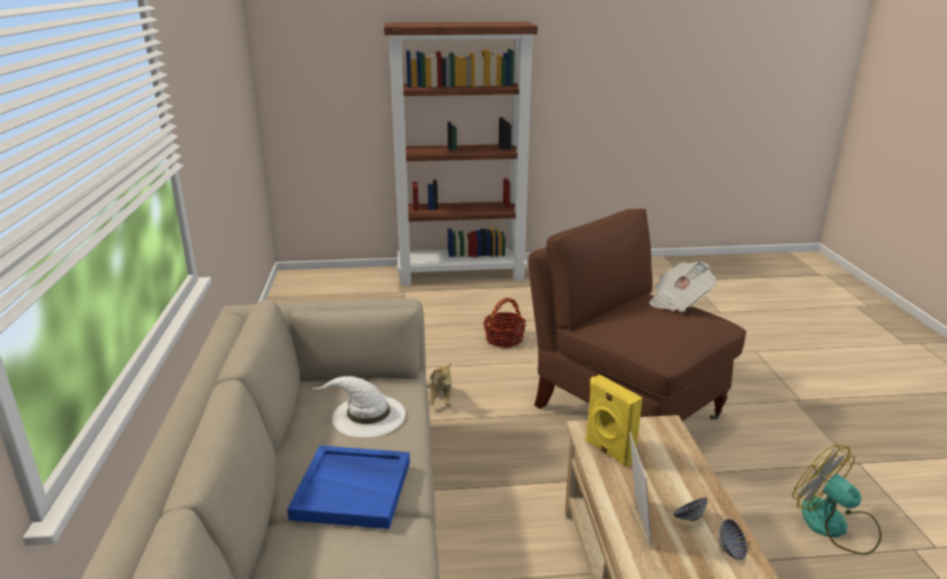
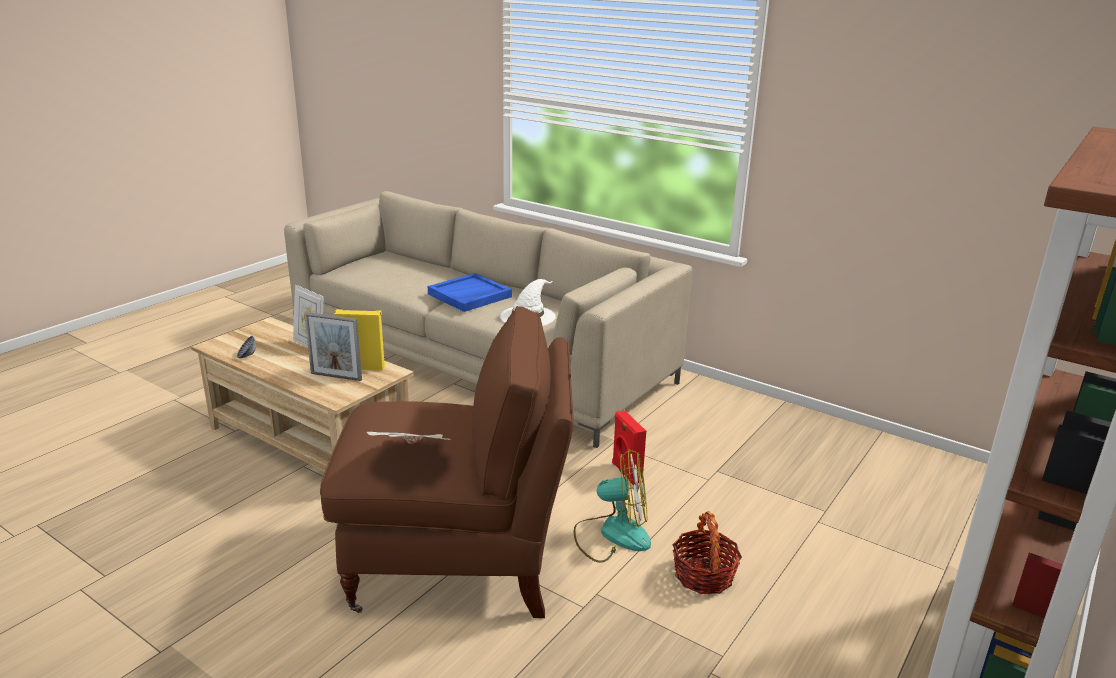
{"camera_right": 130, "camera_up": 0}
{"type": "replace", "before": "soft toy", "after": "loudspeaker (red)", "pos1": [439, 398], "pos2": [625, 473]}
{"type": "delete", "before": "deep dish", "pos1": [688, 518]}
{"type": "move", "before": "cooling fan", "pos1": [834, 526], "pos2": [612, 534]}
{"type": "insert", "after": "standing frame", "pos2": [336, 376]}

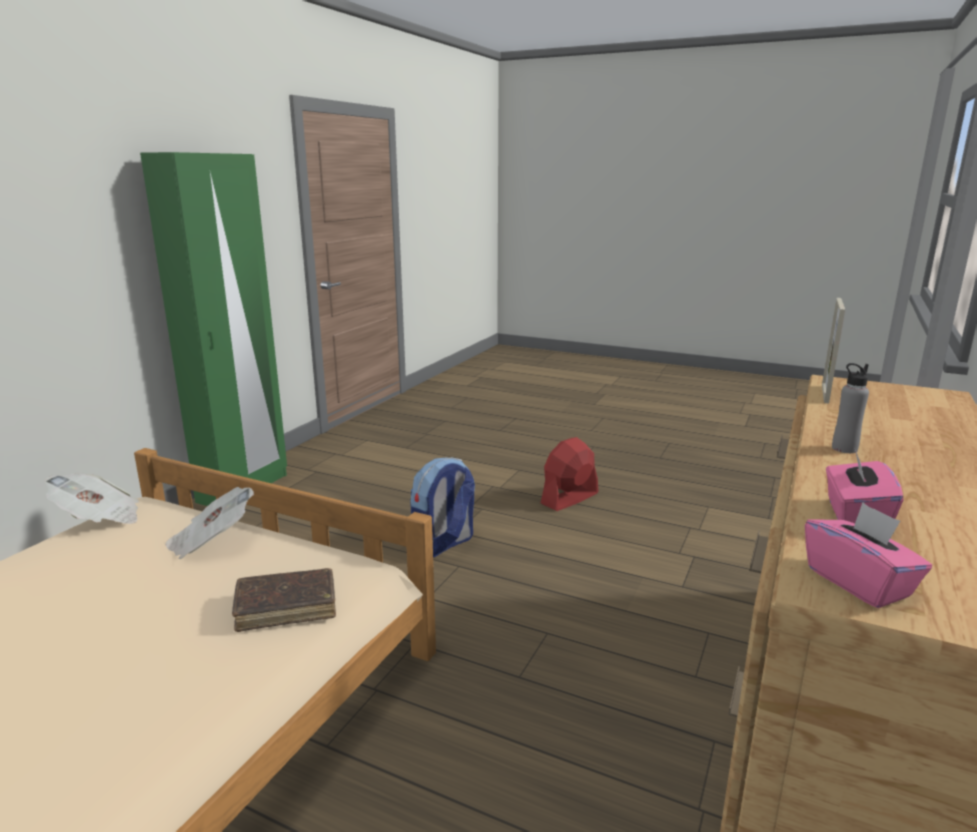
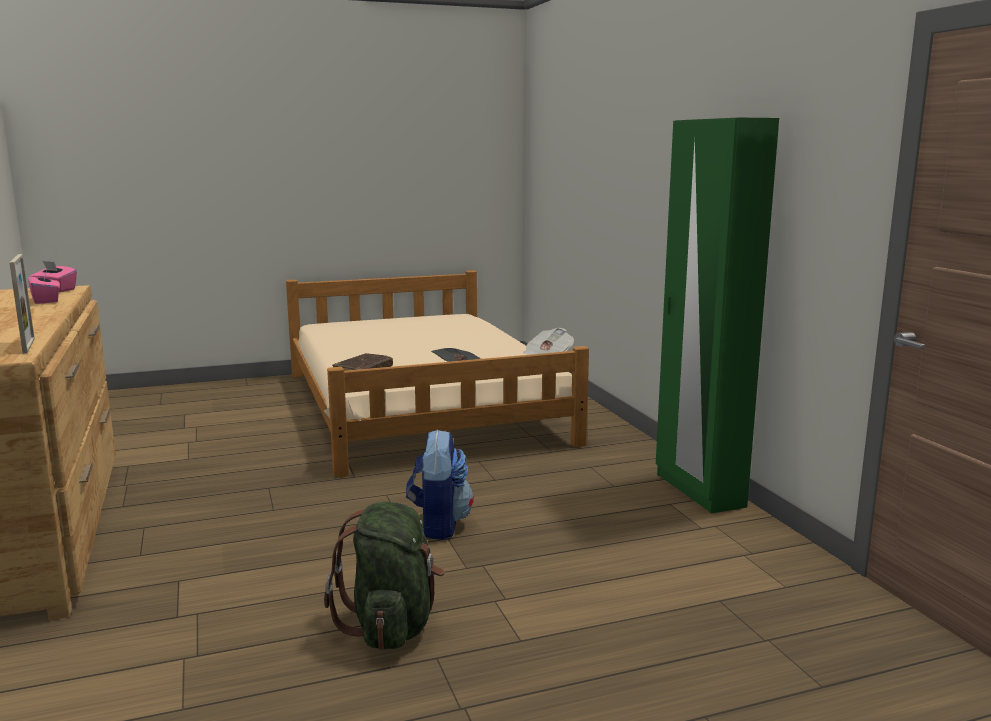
{"camera_right": 135, "camera_up": -5}
{"type": "replace", "before": "cooling fan (red)", "after": "knapsack (green-coloured)", "pos1": [569, 498], "pos2": [391, 626]}
{"type": "delete", "before": "bottle (greyish)", "pos1": [844, 448]}

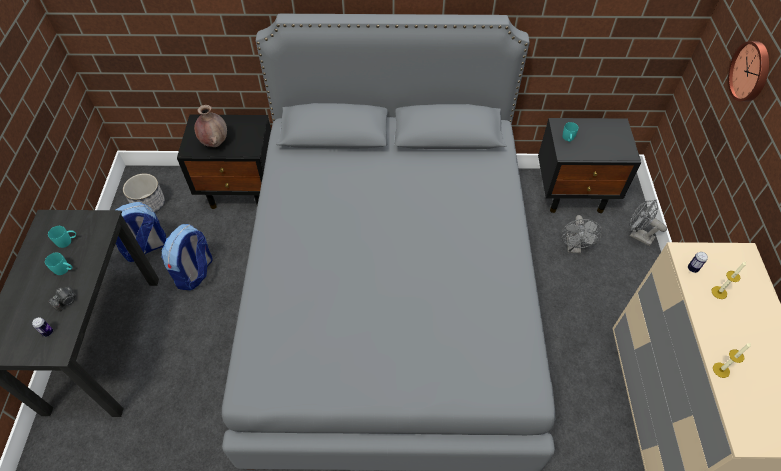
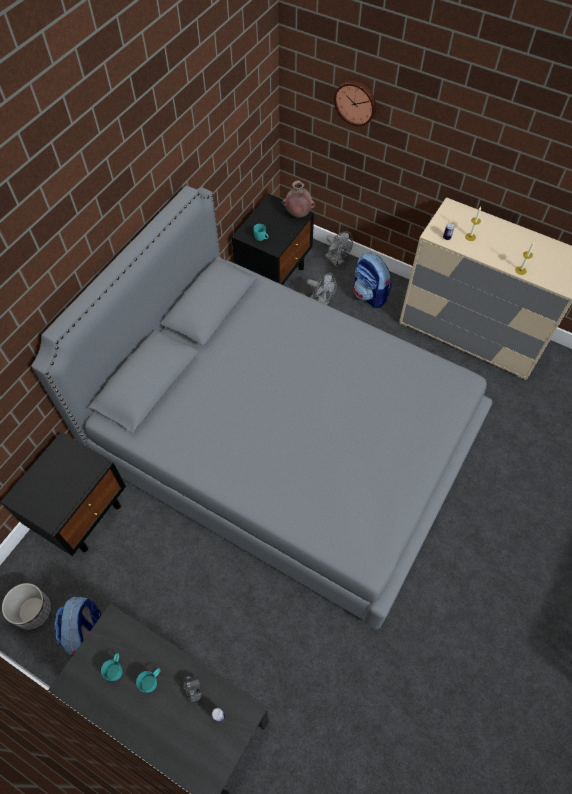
{"camera_right": -60, "camera_up": 5}
{"type": "move", "before": "knapsack", "pos1": [195, 273], "pos2": [370, 295]}
{"type": "move", "before": "vase (brownish)", "pos1": [215, 142], "pos2": [298, 214]}
{"type": "rotate", "before": "cooling fan (greyish)", "pos1": [637, 235], "pos2": [336, 261], "turn": -105}

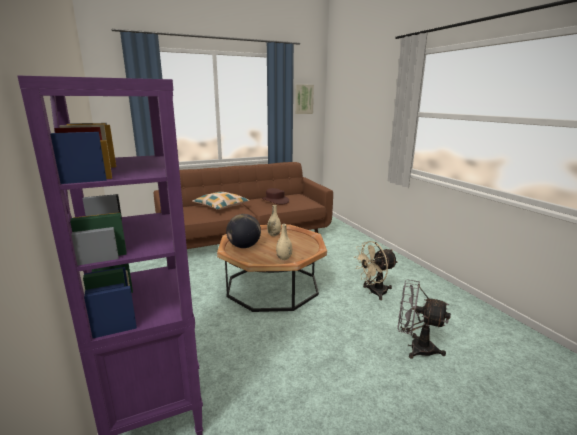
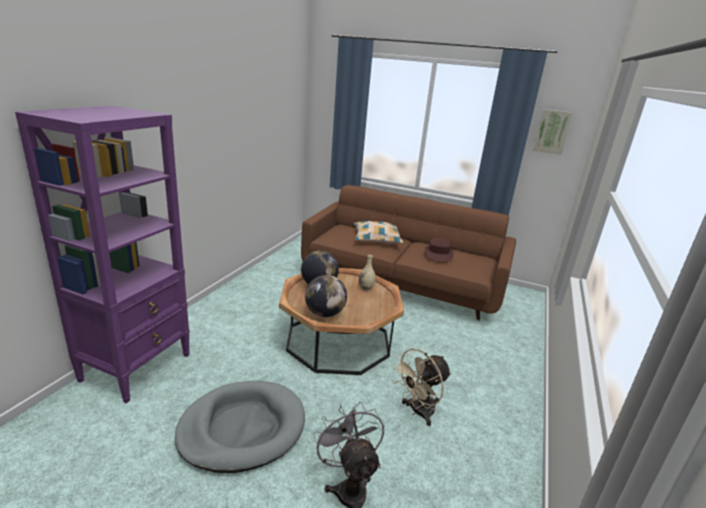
{"camera_right": 45, "camera_up": 5}
{"type": "replace", "before": "vase (sand-coloured)", "after": "desk globe", "pos1": [284, 258], "pos2": [324, 314]}
{"type": "rotate", "before": "cooling fan (sand-coloured)", "pos1": [374, 292], "pos2": [417, 412], "turn": -60}
{"type": "insert", "after": "pet bed (greyish)", "pos2": [242, 428]}

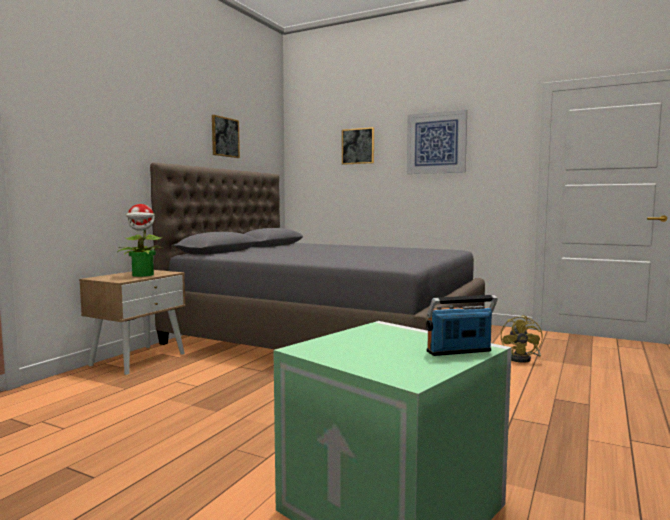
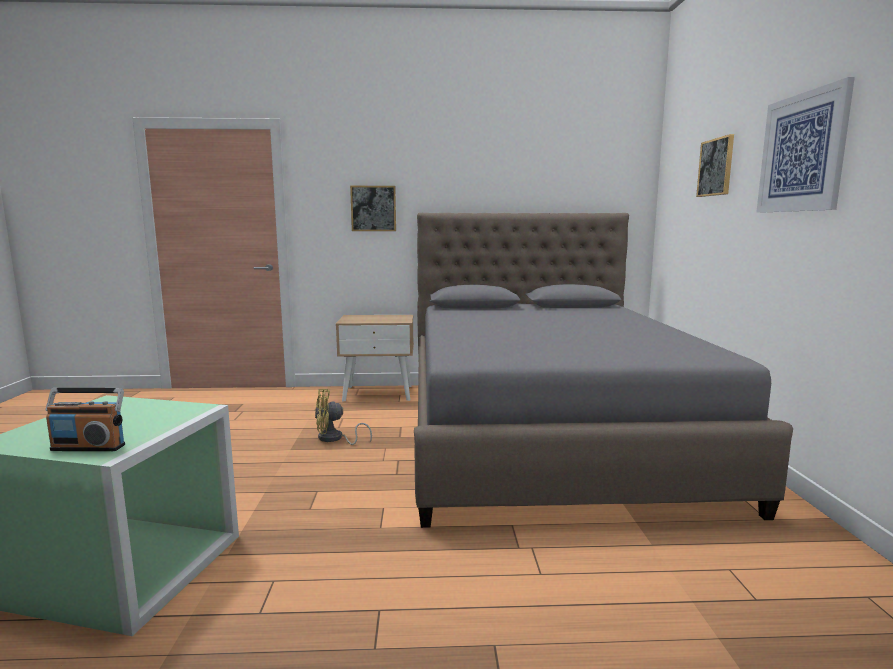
{"camera_right": 60, "camera_up": 5}
{"type": "delete", "before": "houseplant", "pos1": [143, 275]}
{"type": "move", "before": "wall art", "pos1": [225, 137], "pos2": [373, 208]}
{"type": "rotate", "before": "radio", "pos1": [459, 352], "pos2": [89, 447], "turn": 135}
{"type": "move", "before": "cooling fan (yellowish)", "pos1": [523, 359], "pos2": [334, 439]}

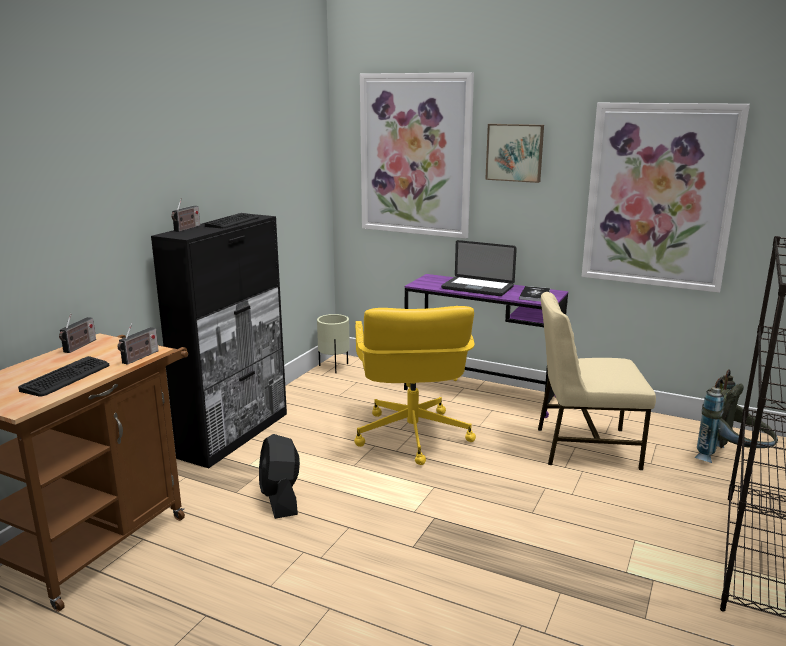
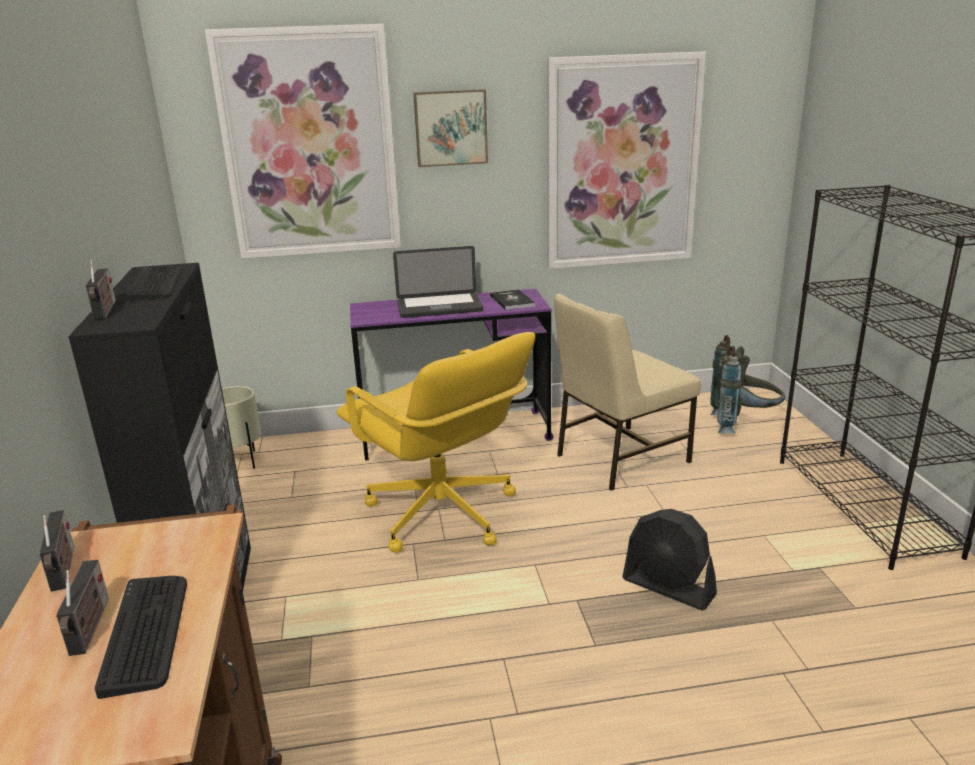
{"camera_right": -35, "camera_up": 5}
{"type": "move", "before": "radio", "pos1": [139, 358], "pos2": [90, 628]}
{"type": "move", "before": "cooling fan (black-coloured)", "pos1": [280, 499], "pos2": [668, 587]}

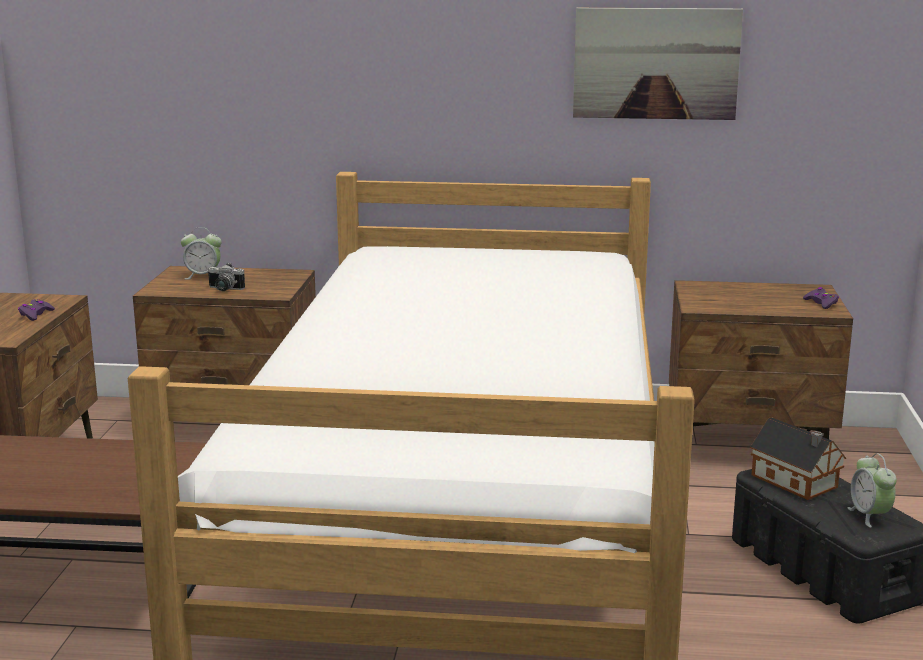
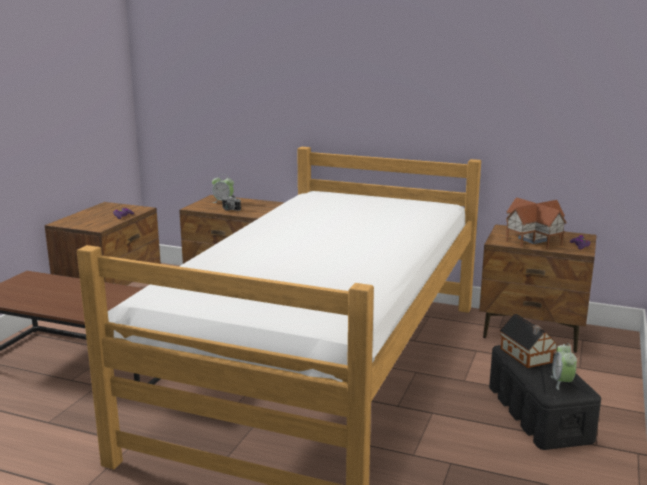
{"camera_right": 15, "camera_up": 0}
{"type": "delete", "before": "wall art", "pos1": [656, 63]}
{"type": "insert", "after": "toy house", "pos2": [532, 239]}

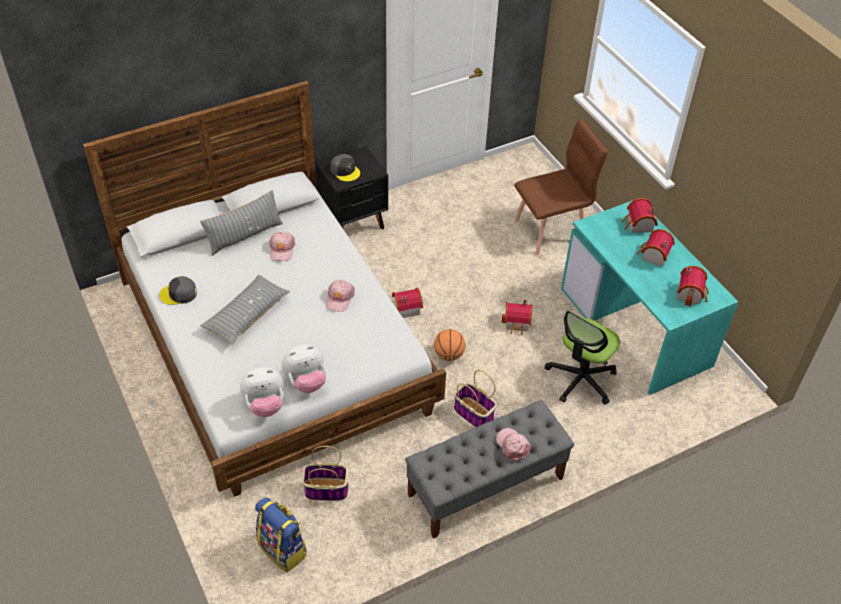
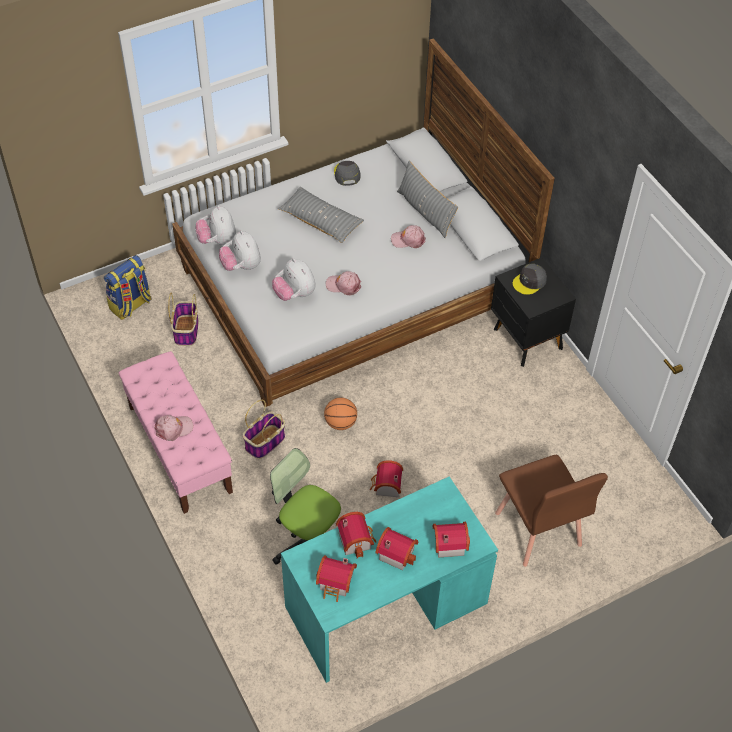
{"camera_right": 90, "camera_up": 5}
{"type": "move", "before": "toy house", "pos1": [406, 307], "pos2": [356, 539]}
{"type": "recolor", "before": "long seat (greyish)", "after": "long seat (pinkish)", "pos1": [485, 487], "pos2": [179, 448]}
{"type": "insert", "after": "soft toy", "pos2": [294, 294]}

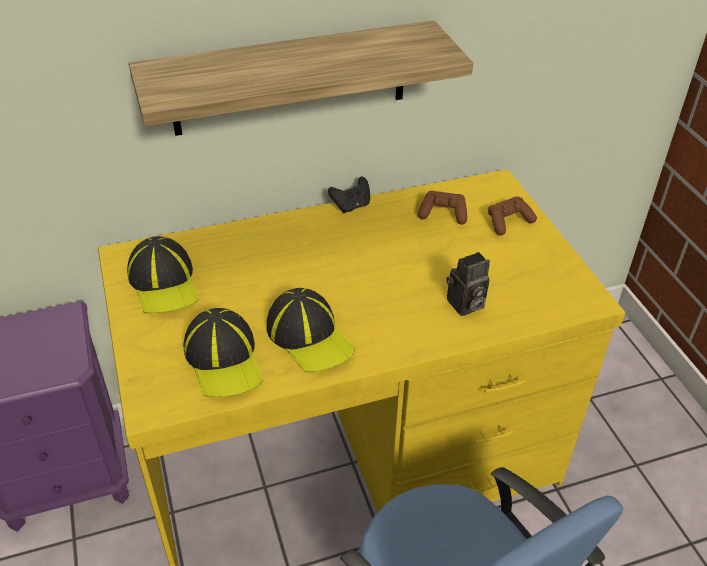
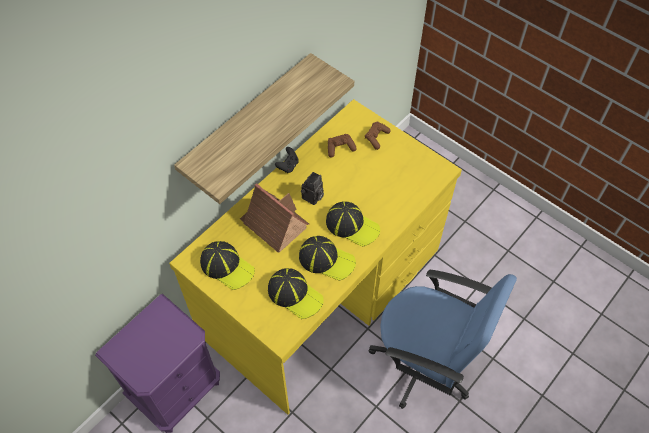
{"camera_right": -30, "camera_up": 15}
{"type": "move", "before": "still camera", "pos1": [465, 305], "pos2": [312, 198]}
{"type": "insert", "after": "toy house", "pos2": [274, 224]}
{"type": "insert", "after": "baseball cap", "pos2": [352, 225]}

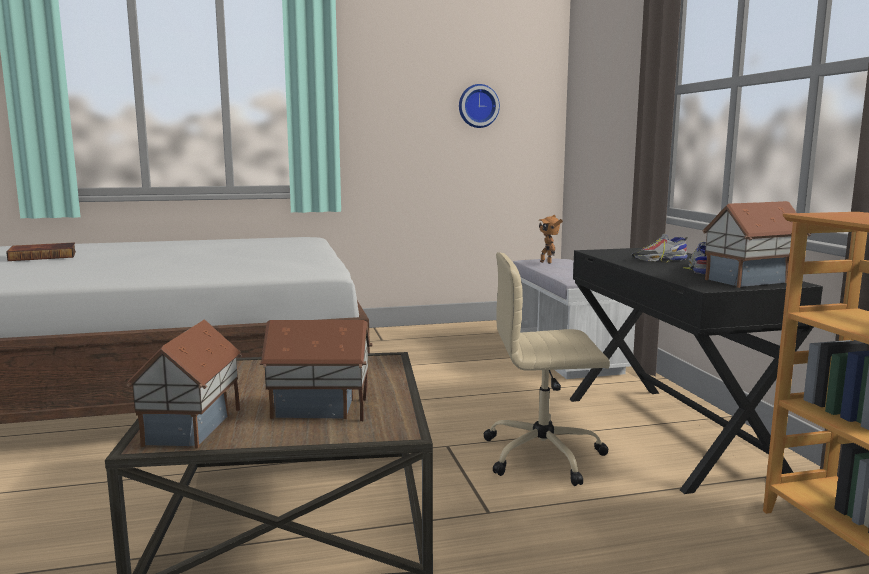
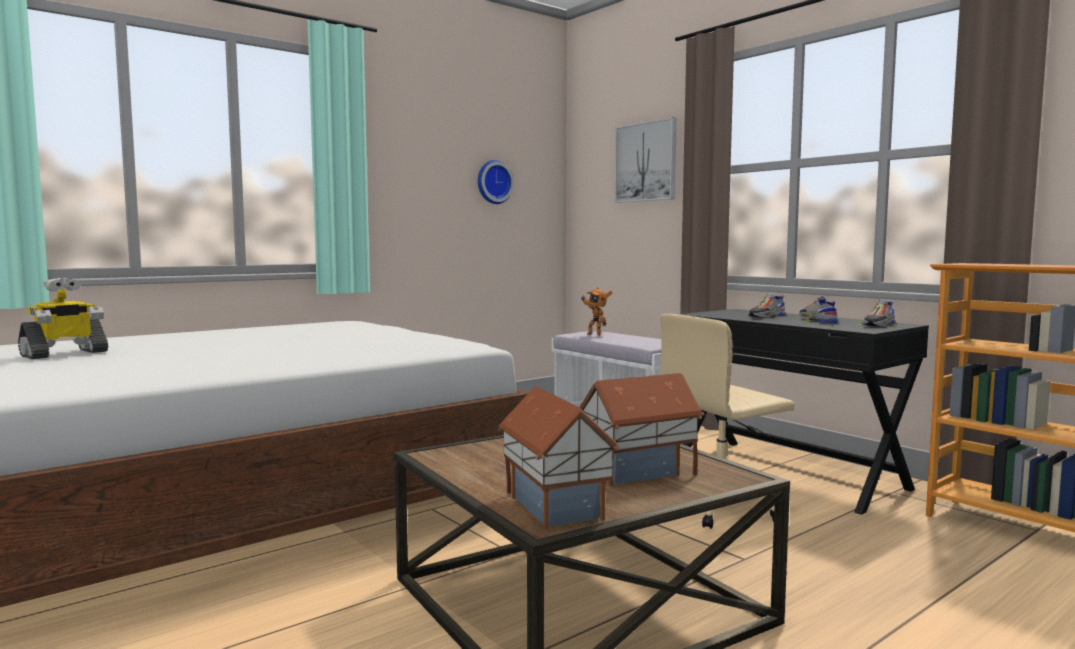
{"camera_right": -25, "camera_up": -5}
{"type": "replace", "before": "bound book", "after": "robot figure", "pos1": [43, 255], "pos2": [64, 354]}
{"type": "replace", "before": "toy house", "after": "item of footwear", "pos1": [753, 281], "pos2": [879, 325]}
{"type": "insert", "after": "wall art", "pos2": [646, 162]}

